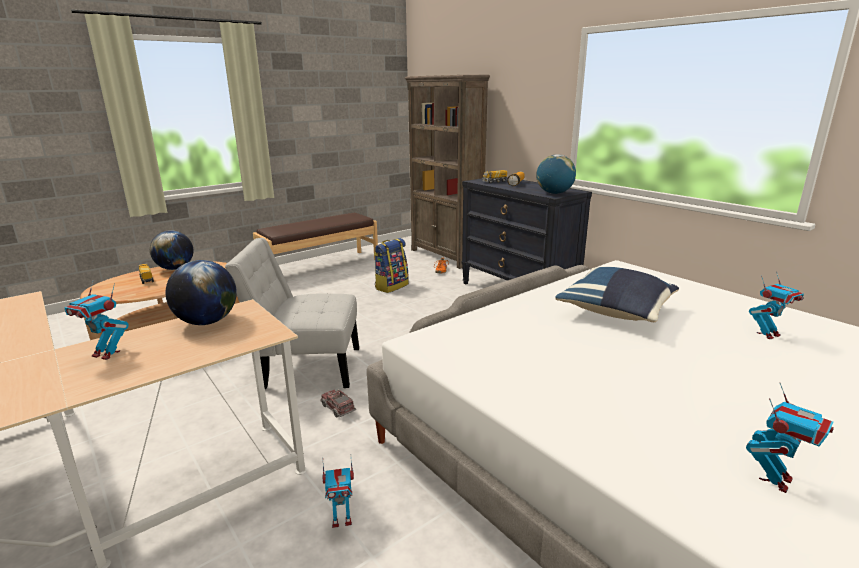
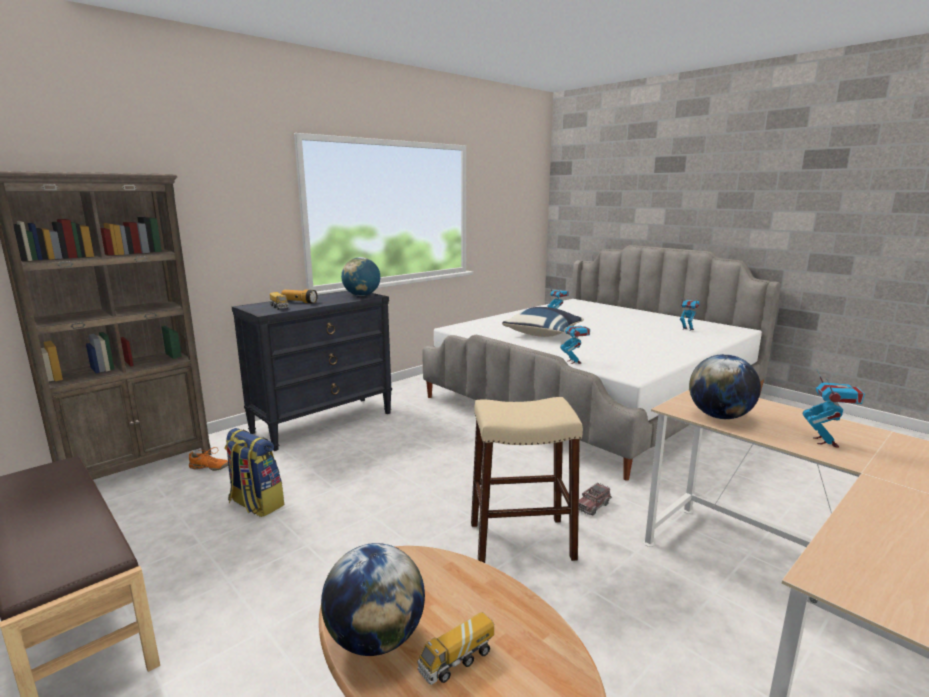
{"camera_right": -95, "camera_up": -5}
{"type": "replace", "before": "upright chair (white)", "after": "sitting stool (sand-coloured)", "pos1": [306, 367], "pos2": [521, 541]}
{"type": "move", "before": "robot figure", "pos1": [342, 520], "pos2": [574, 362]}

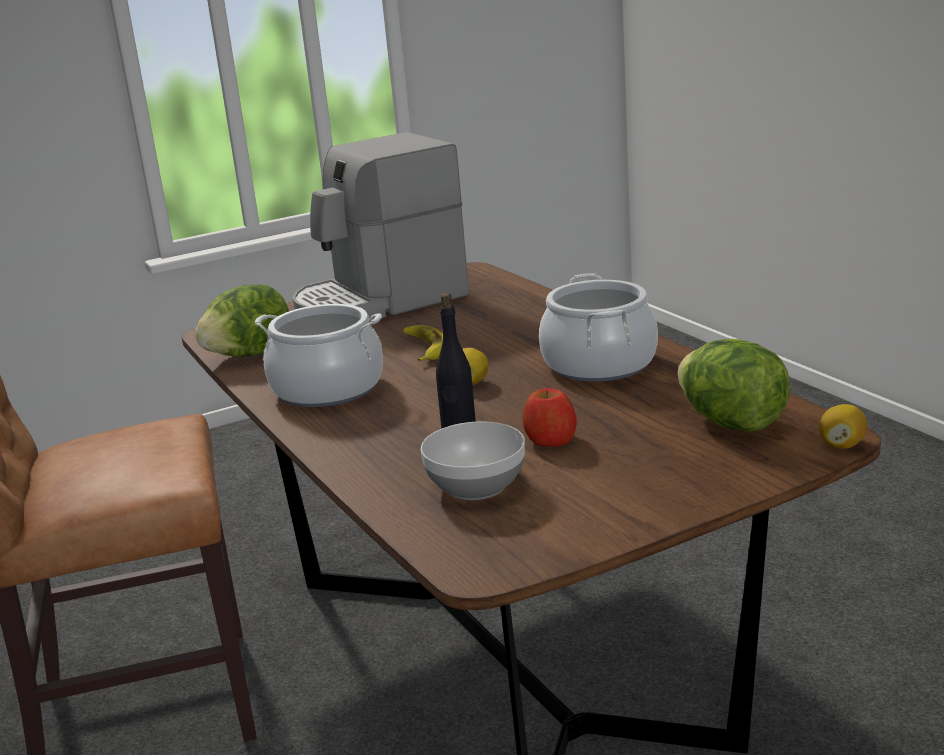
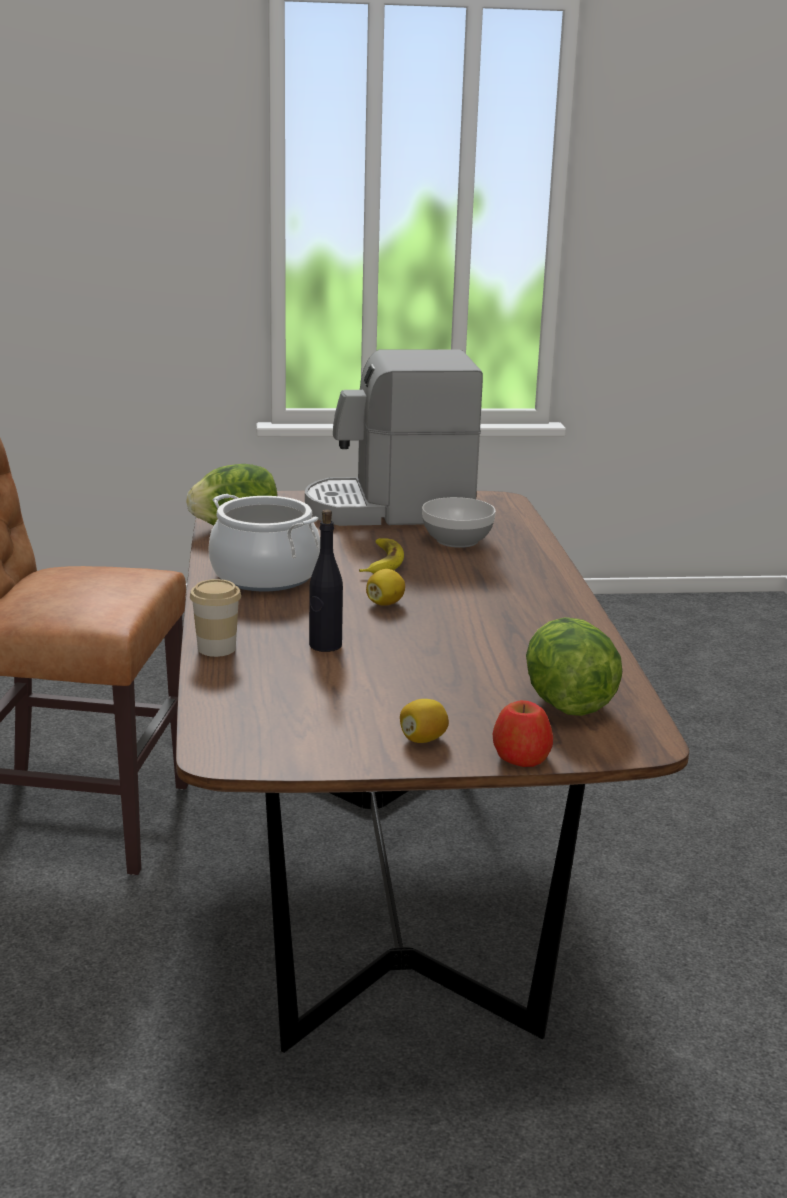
{"camera_right": 20, "camera_up": 0}
{"type": "move", "before": "deep dish", "pos1": [475, 485], "pos2": [456, 540]}
{"type": "move", "before": "apple fruit", "pos1": [550, 439], "pos2": [521, 757]}
{"type": "delete", "before": "cooking pot", "pos1": [598, 364]}
{"type": "move", "before": "citrus fruit", "pos1": [842, 445], "pos2": [422, 739]}
{"type": "insert", "after": "small cup", "pos2": [216, 648]}

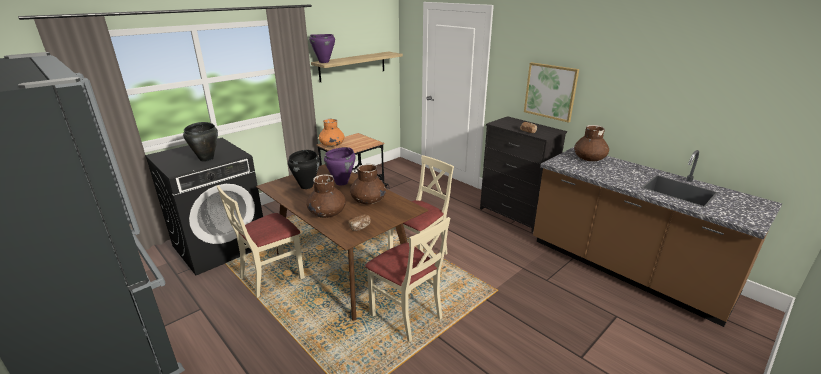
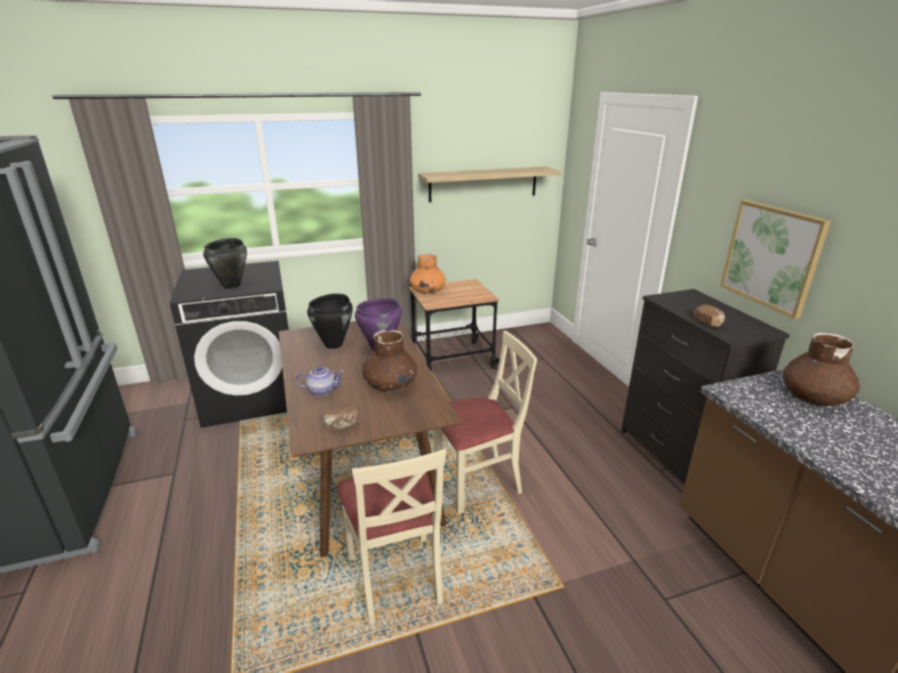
{"camera_right": 25, "camera_up": 0}
{"type": "delete", "before": "upright chair (sand-coloured)", "pos1": [271, 277]}
{"type": "replace", "before": "vase (brownish)", "after": "tea pot", "pos1": [327, 213], "pos2": [321, 391]}
{"type": "delete", "before": "cooking pot (purple-coloured)", "pos1": [323, 62]}

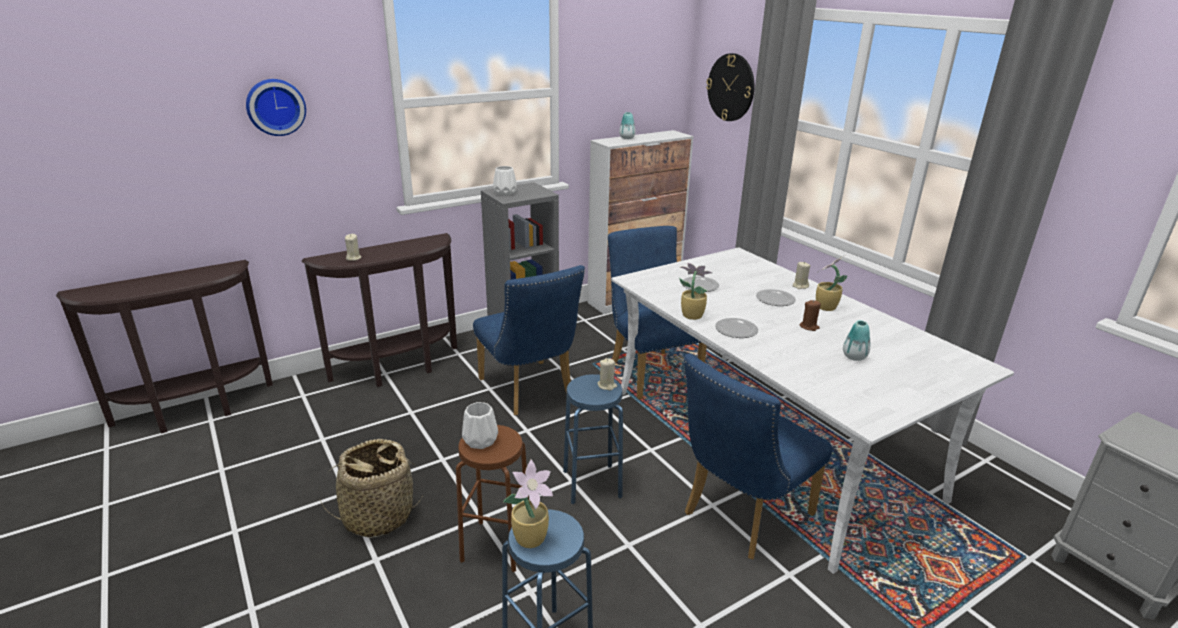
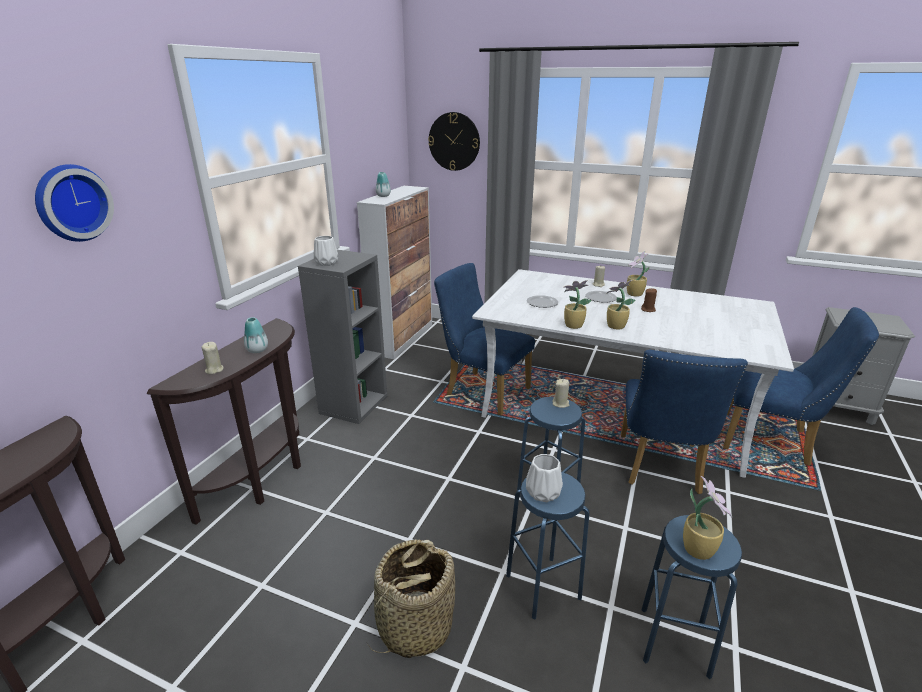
{"camera_right": -35, "camera_up": 0}
{"type": "recolor", "before": "sitting stool (brownish)", "after": "sitting stool (bluish)", "pos1": [496, 545], "pos2": [543, 586]}
{"type": "move", "before": "upright chair (bluish)", "pos1": [529, 392], "pos2": [772, 441]}
{"type": "replace", "before": "dinner plate", "after": "houseplant", "pos1": [735, 330], "pos2": [615, 326]}
{"type": "move", "before": "vase", "pos1": [854, 357], "pos2": [257, 350]}

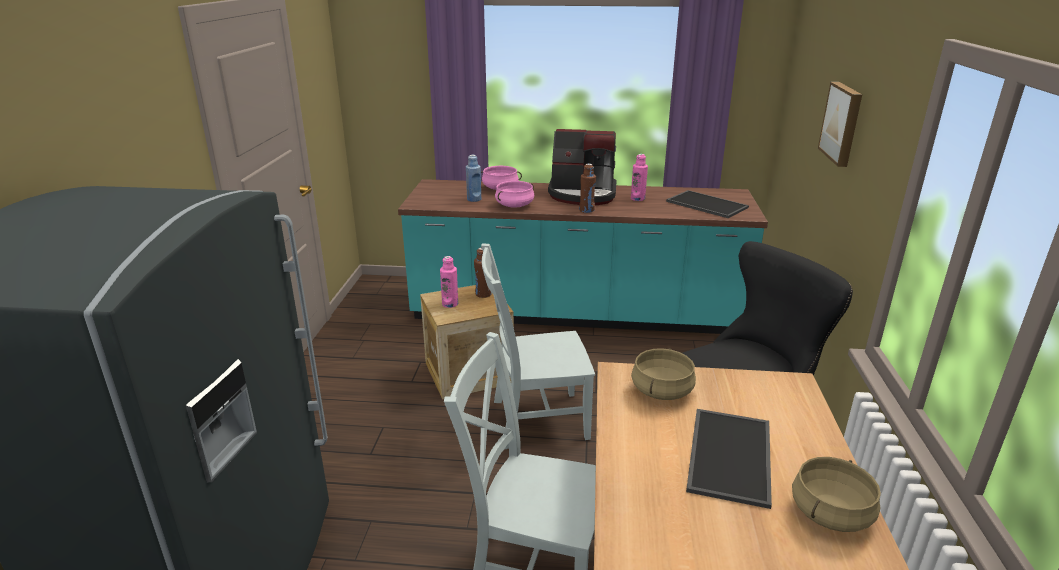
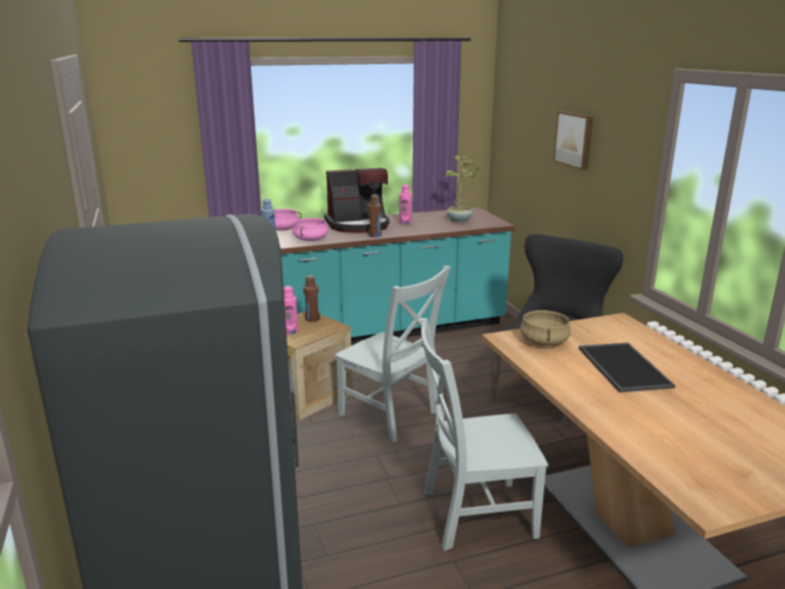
{"camera_right": -25, "camera_up": -5}
{"type": "rotate", "before": "upright chair (greyish)", "pos1": [535, 419], "pos2": [391, 415], "turn": -105}
{"type": "replace", "before": "carrying tray", "after": "houseplant", "pos1": [705, 204], "pos2": [460, 220]}
{"type": "delete", "before": "cooking pot (sand-coloured)", "pos1": [830, 512]}

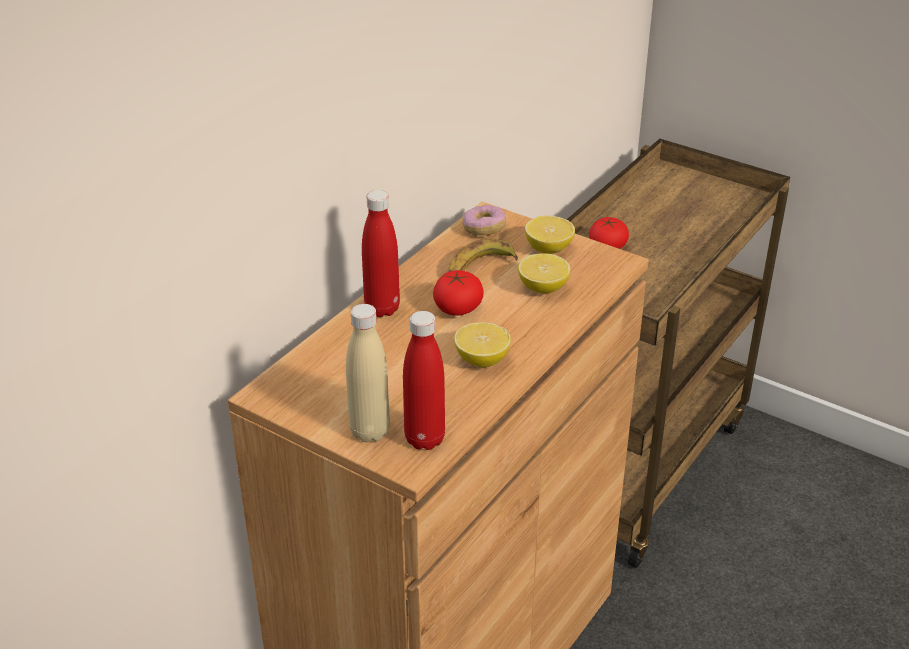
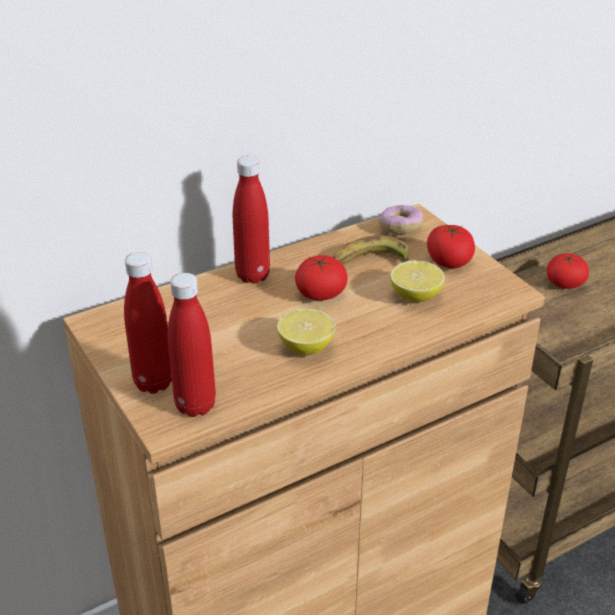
{"camera_right": 25, "camera_up": 0}
{"type": "recolor", "before": "bottle (sand-coloured)", "after": "bottle (red)", "pos1": [369, 431], "pos2": [153, 383]}
{"type": "replace", "before": "citrus fruit", "after": "whole tomato", "pos1": [548, 248], "pos2": [449, 261]}

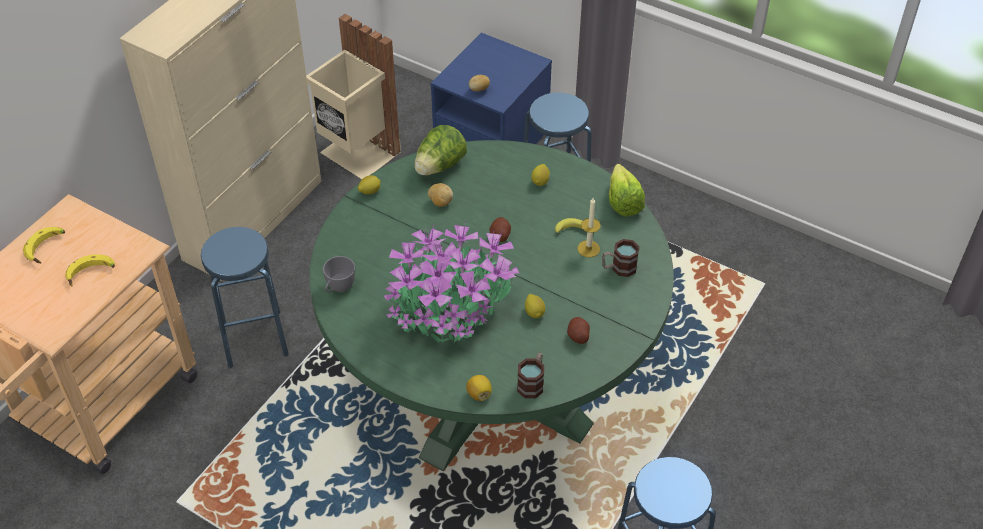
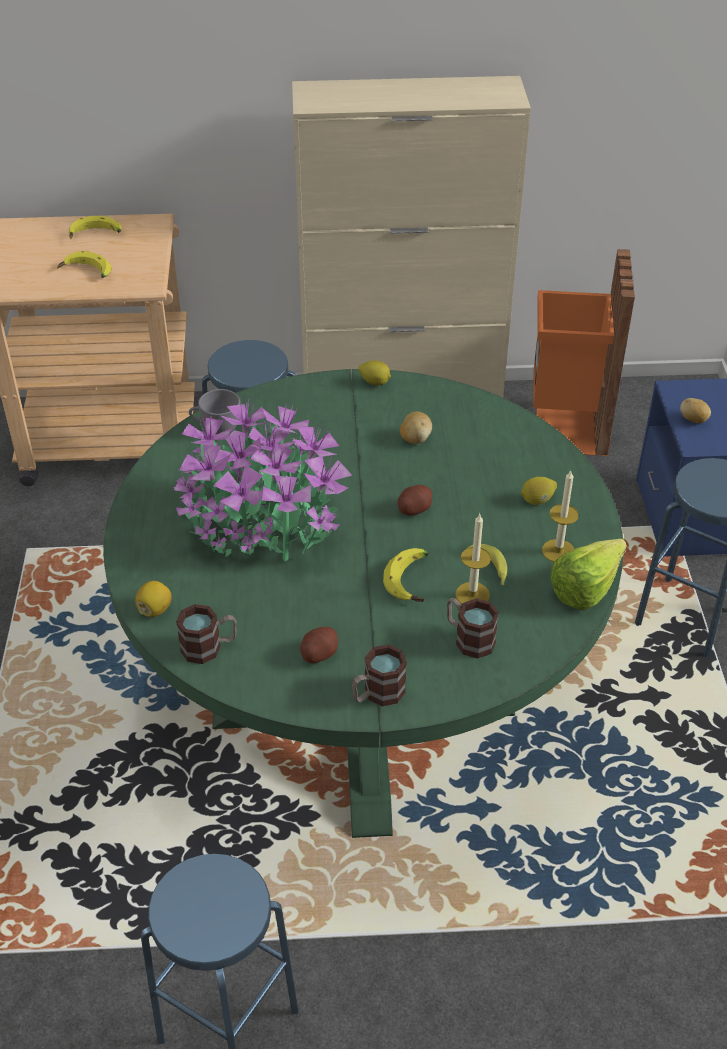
{"camera_right": 55, "camera_up": -5}
{"type": "recolor", "before": "waste bin (sand-coloured)", "after": "waste bin (orangey)", "pos1": [358, 154], "pos2": [566, 428]}
{"type": "delete", "before": "lettuce head", "pos1": [440, 166]}
{"type": "delete", "before": "citrus fruit", "pos1": [534, 312]}
{"type": "insert", "after": "coffee mug", "pos2": [377, 694]}
{"type": "insert", "after": "banana fruit", "pos2": [413, 580]}
{"type": "insert", "after": "wax candle", "pos2": [558, 551]}

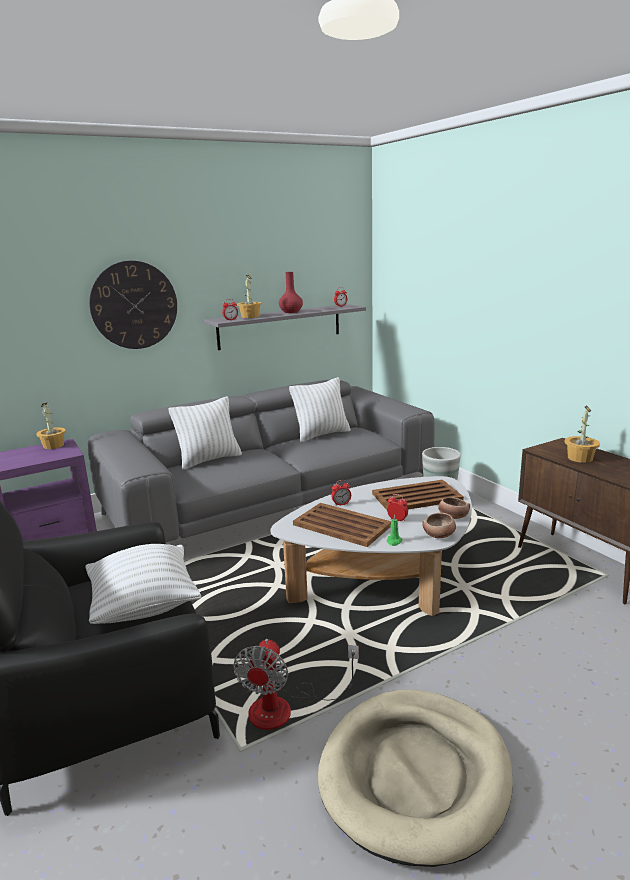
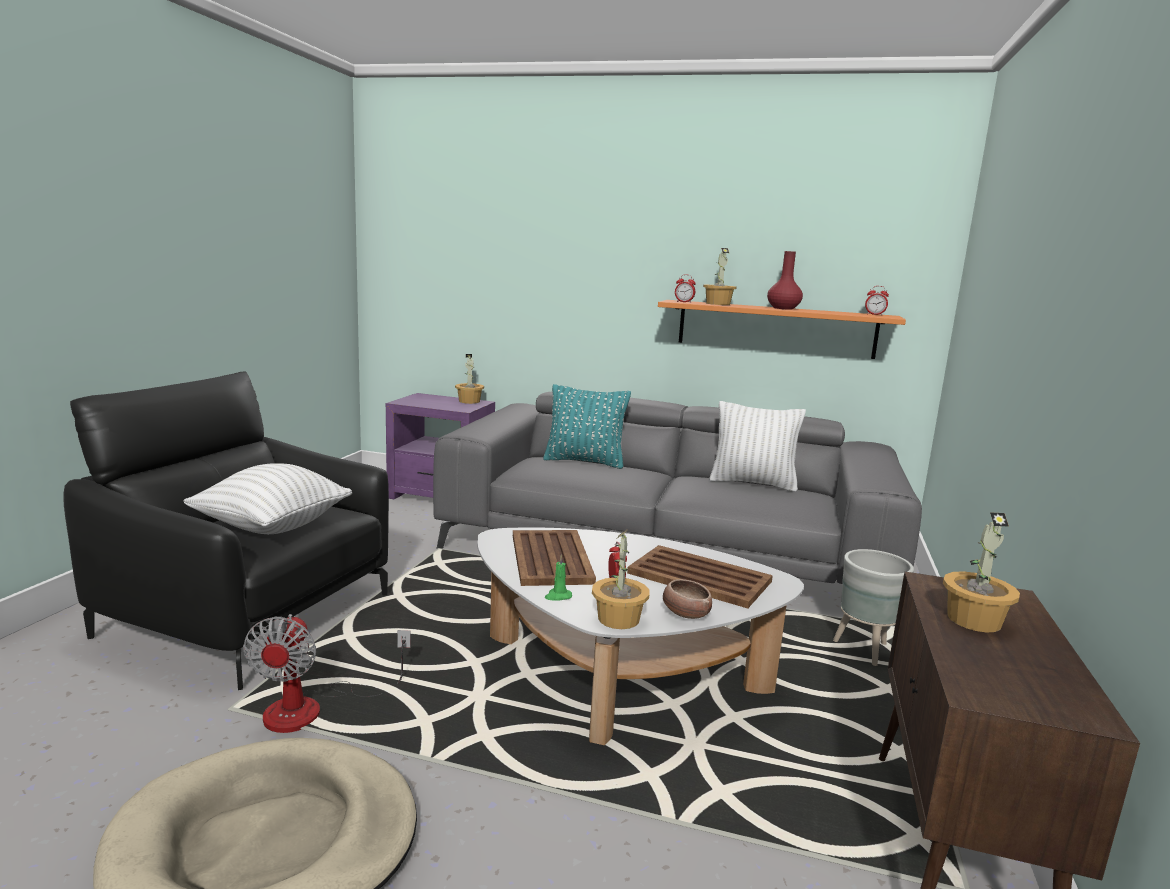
{"camera_right": 45, "camera_up": -5}
{"type": "delete", "before": "clock on the wall", "pos1": [134, 305]}
{"type": "recolor", "before": "cushion (white)", "after": "cushion (turquoise)", "pos1": [209, 460], "pos2": [584, 461]}
{"type": "recolor", "before": "bracket shelf (greyish)", "after": "bracket shelf (orangey)", "pos1": [280, 326], "pos2": [776, 329]}
{"type": "rotate", "before": "cooling fan", "pos1": [285, 708], "pos2": [313, 708], "turn": -60}
{"type": "delete", "before": "alarm clock", "pos1": [341, 504]}
{"type": "replace", "before": "deep dish", "after": "houseplant", "pos1": [439, 535], "pos2": [619, 619]}

